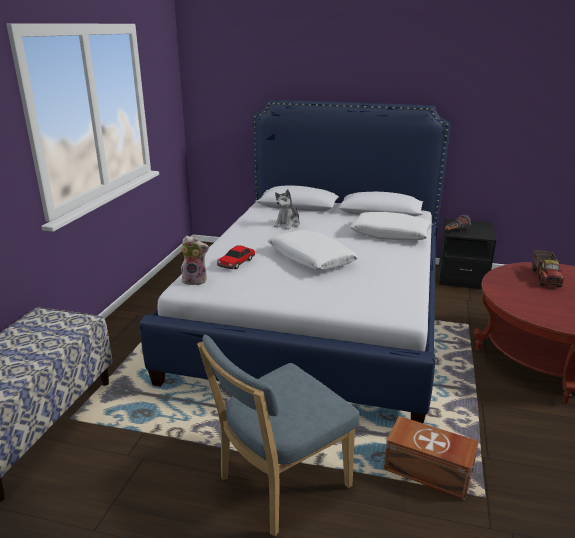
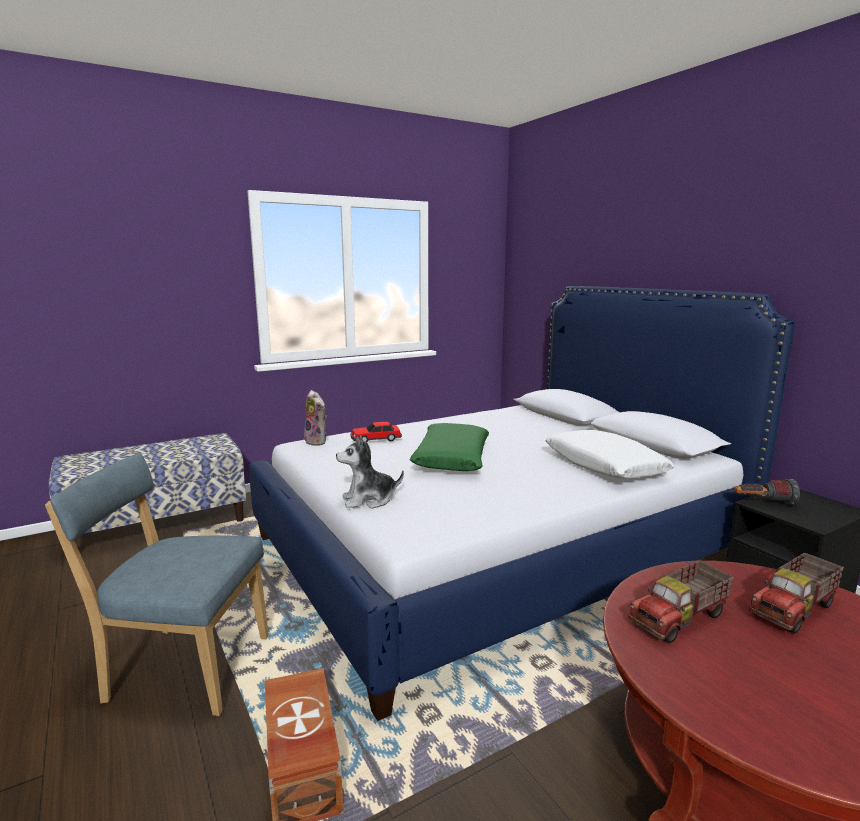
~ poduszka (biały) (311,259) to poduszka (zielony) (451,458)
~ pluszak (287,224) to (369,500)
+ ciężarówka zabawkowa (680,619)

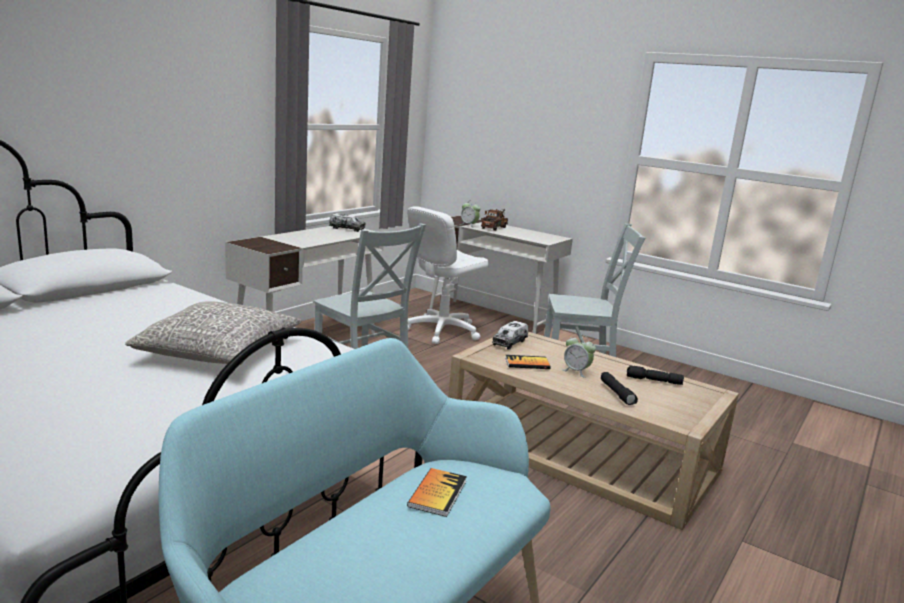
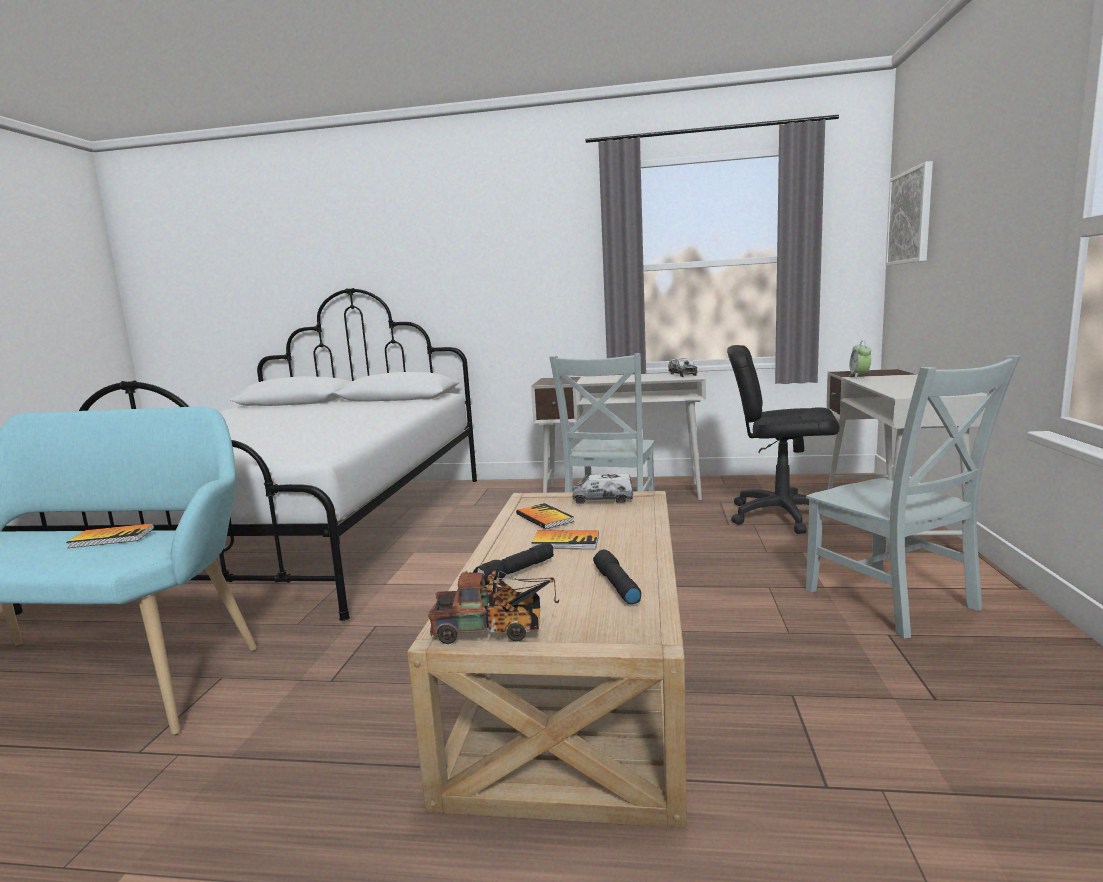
- poduszka (szary) (219,352)
~ krzesło biurowe (biały) (441,331) to krzesło biurowe (czarny) (780,515)
~ ciężarówka zabawkowa (495,227) to (495,630)
~ budzik (576,371) to książka (566,542)
+ obraz (910,217)

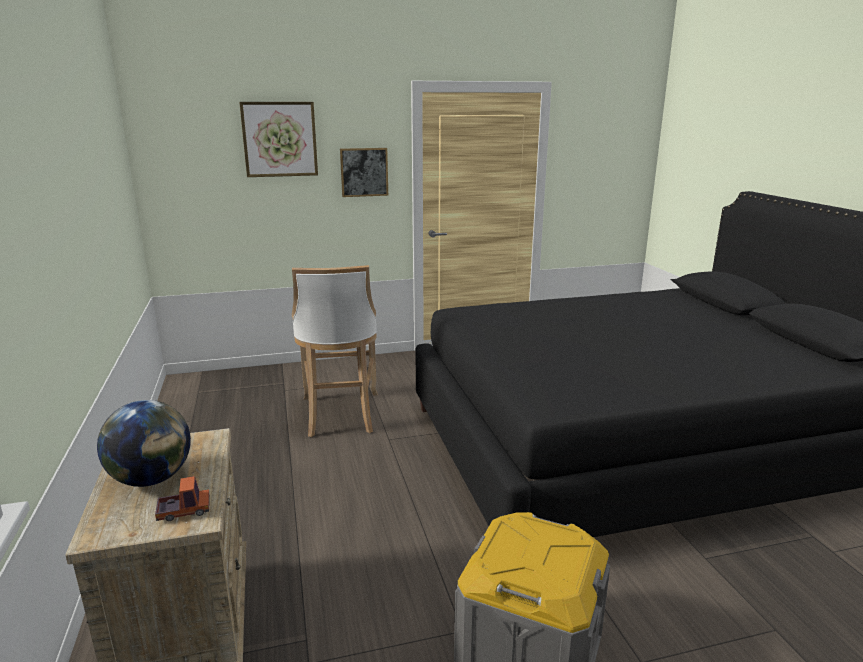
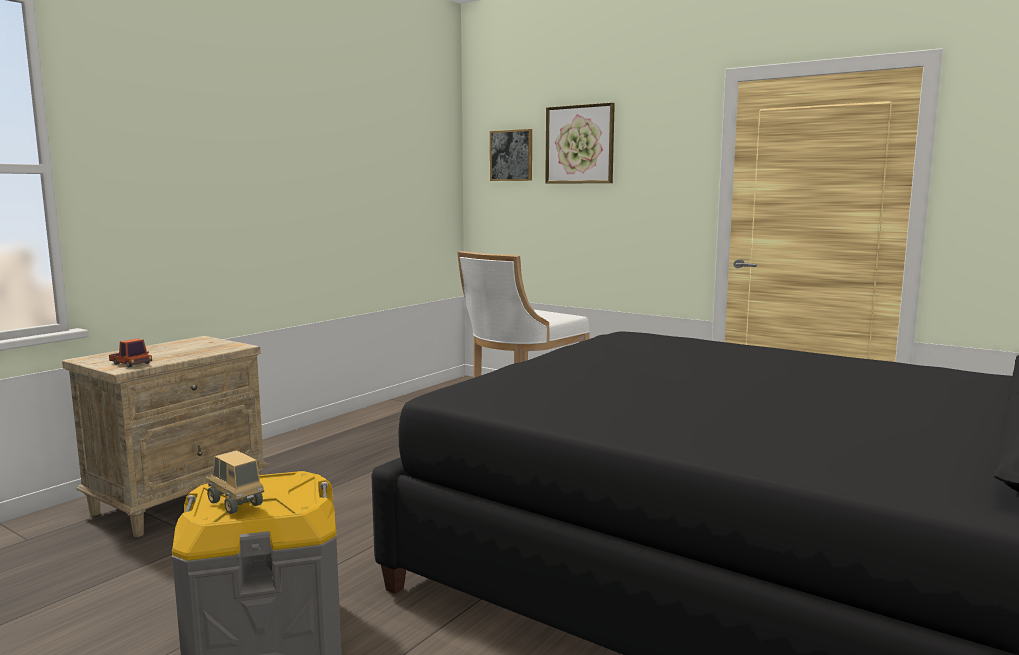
- globus (152,479)
~ obraz (364,172) to (511,155)
+ ciężarówka zabawkowa (235,504)

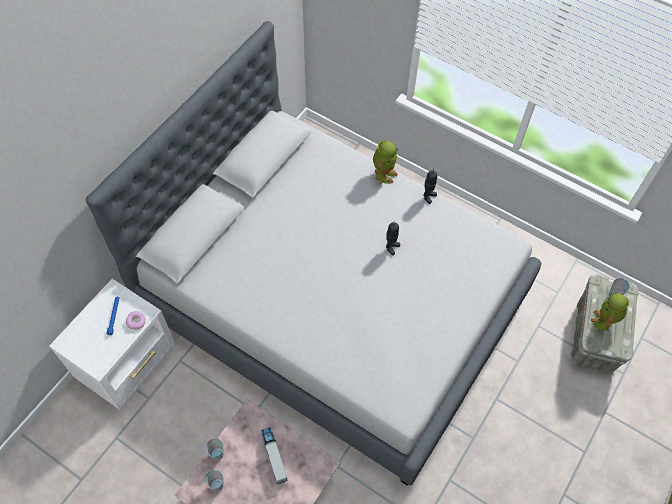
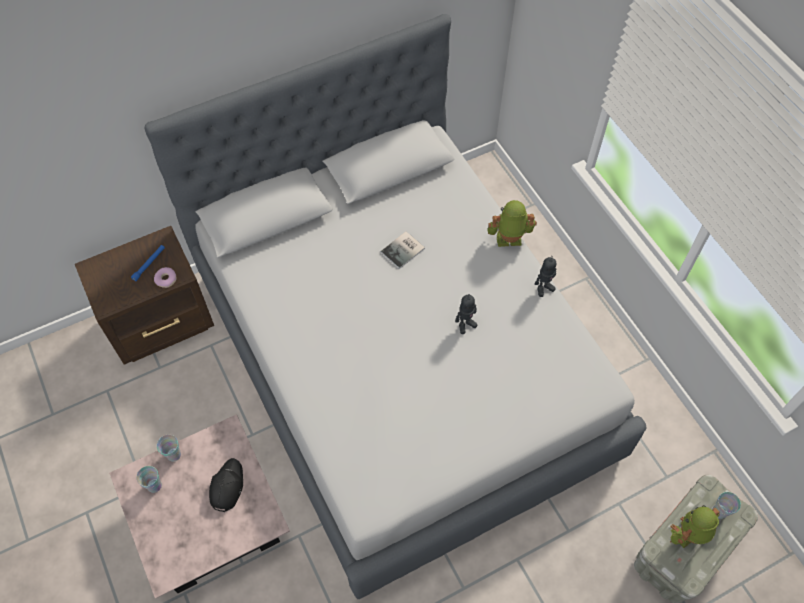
~ szafka nocna (biały) (129,363) to szafka nocna (brązowy) (162,324)
~ ciężarówka zabawkowa (274,456) to czapka z daszkiem (czarny) (226,487)
~ robot zabawkowy (384,174) = (508,241) 150 degrees counterclockwise
+ książka (404,250)

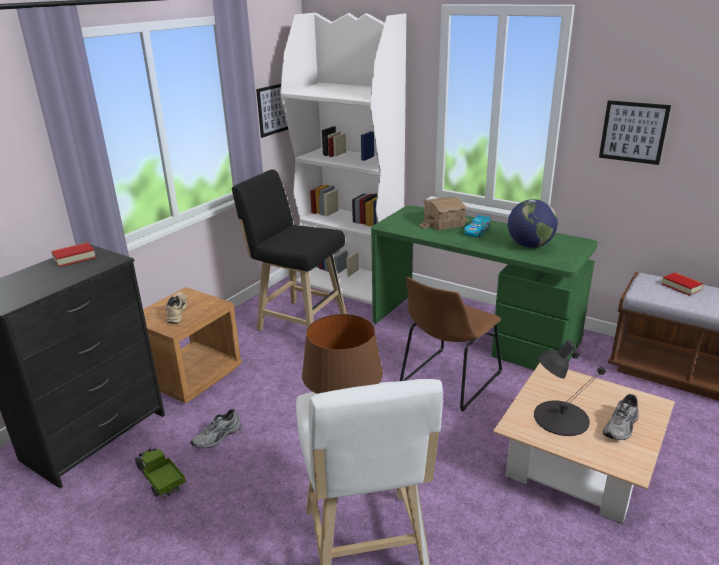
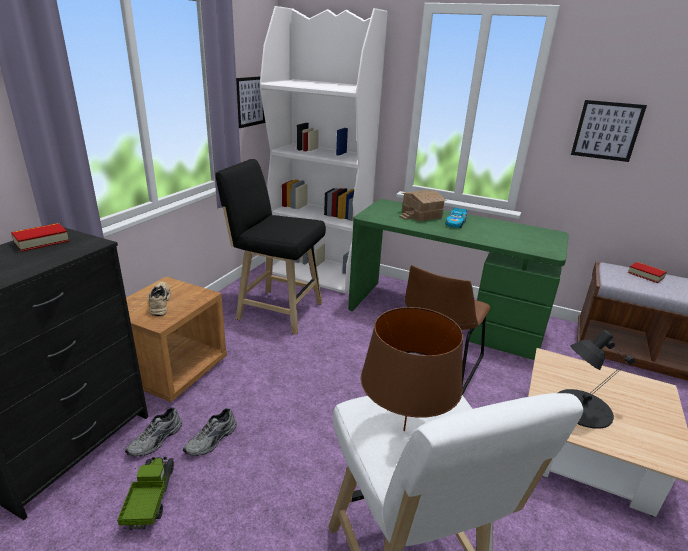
~ ciężarówka zabawkowa (160,480) = (150,499) 45 degrees clockwise
- globus (529,245)
~ but (szary) (622,427) to (157,440)

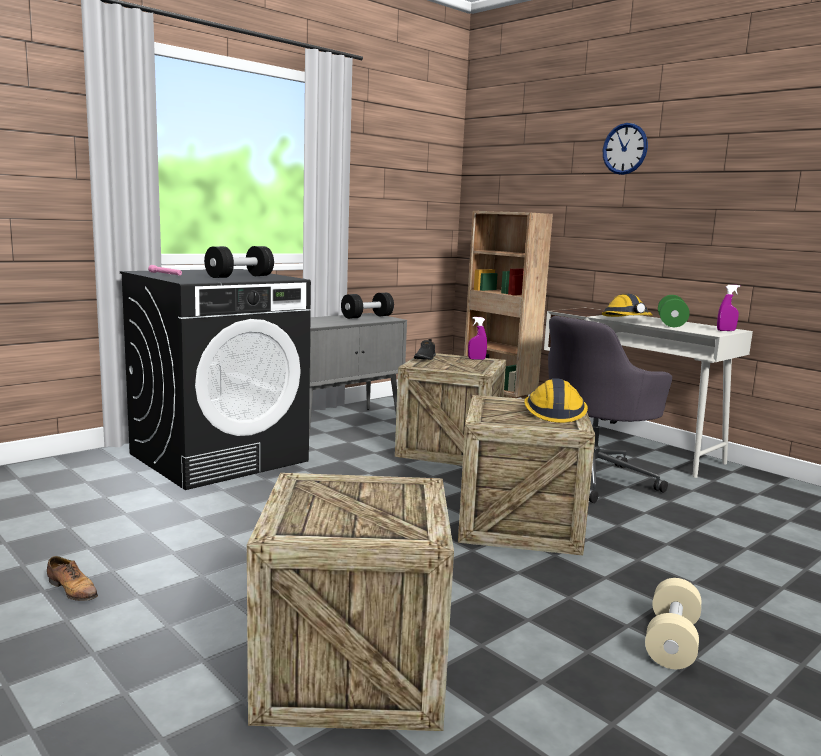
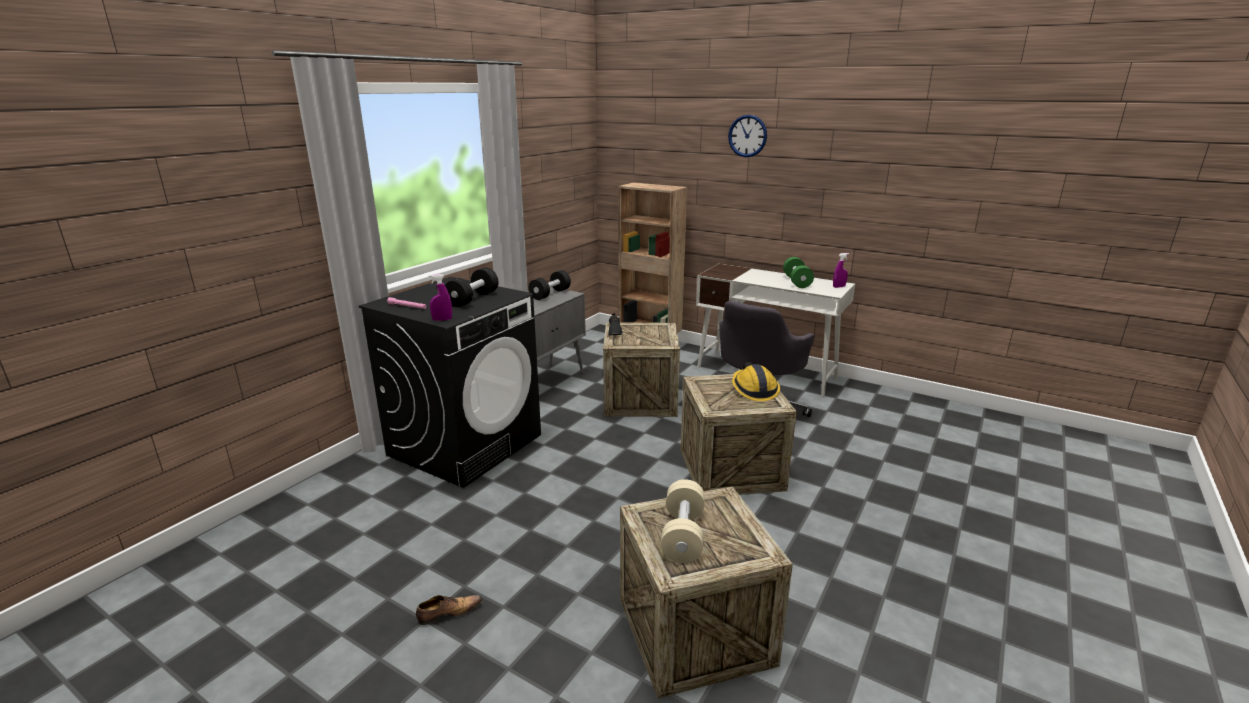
~ but (73,590) = (448,613) 45 degrees counterclockwise
~ spryskiwacz (fioletowy) (476,359) to (442,320)
- kask (626,320)
~ hantel (beżowy) (671,642) to (683,535)

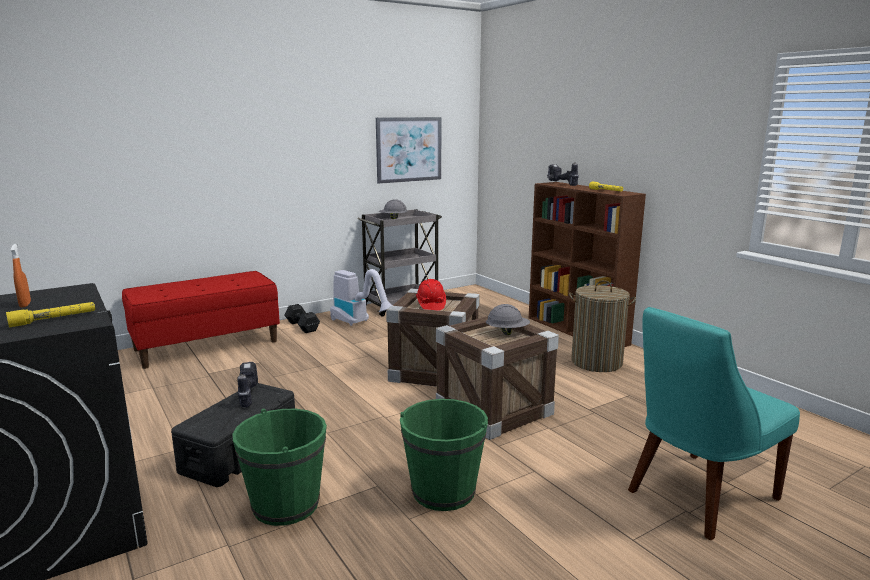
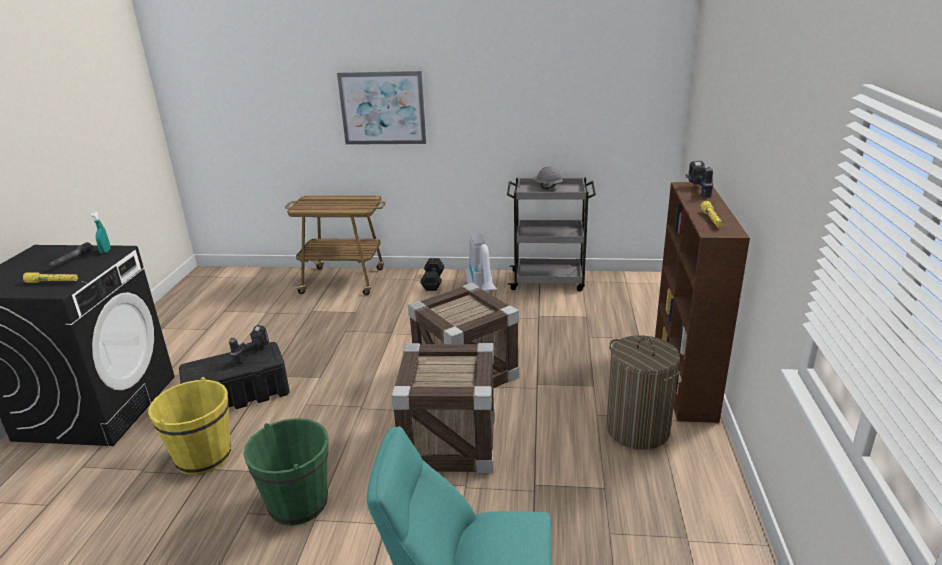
~ spryskiwacz (pomarańczowy) (25,304) to latarka (szary) (71,260)
~ ławka (czerwony) (207,345) to wózek (344,281)
~ wiadro (zielony) (286,505) to wiadro (żółty) (204,456)
~ obraz (409,149) to (382,108)
- kask (czerwony) (431,305)
- kask (szary) (507,332)
+ spryskiwacz (turkusowy) (105,251)

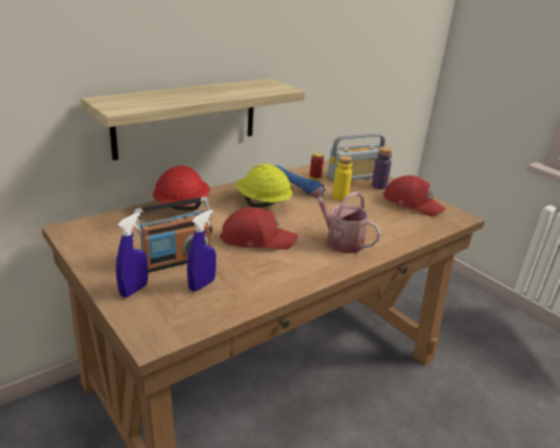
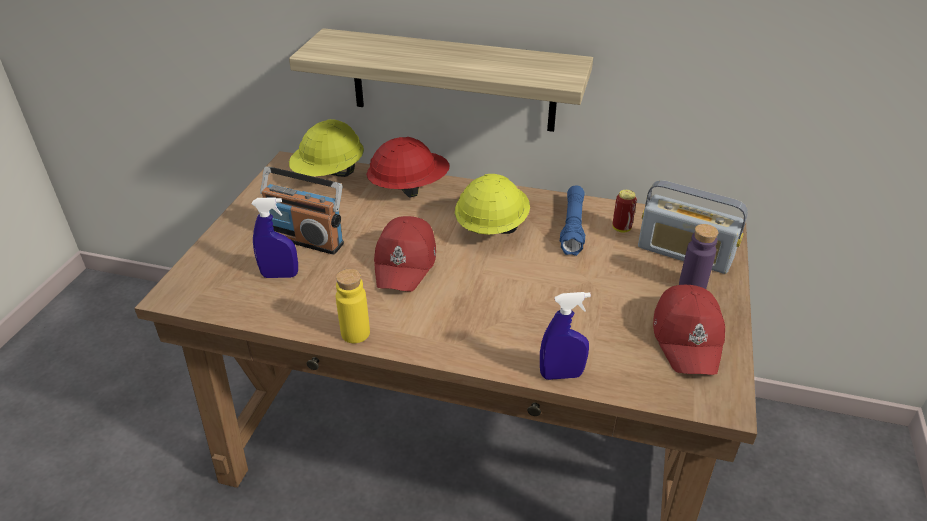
~ spryskiwacz (niebieski) (134,290) to (561,375)
~ czapka z daszkiem (czerwony) (257,239) = (406,262) 45 degrees clockwise
- konewka (340,240)
~ butelka (żółty) (340,197) to (355,333)
+ kask (żółty) (329,174)

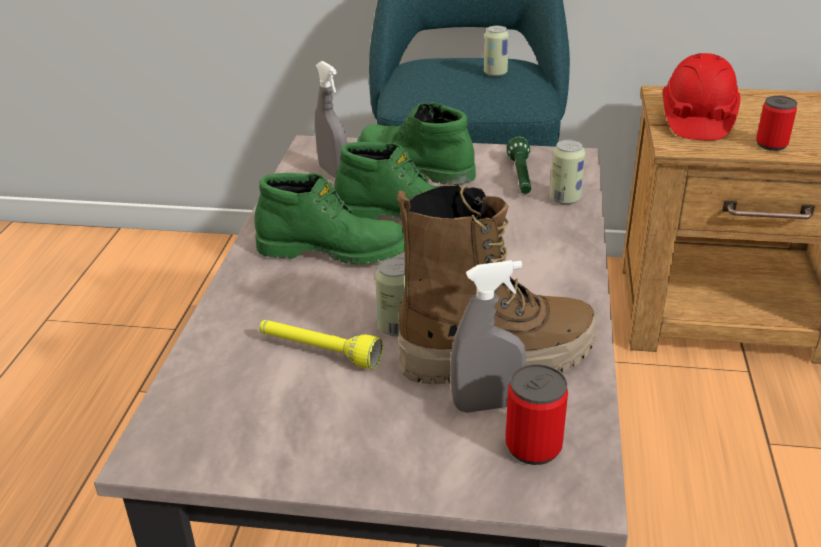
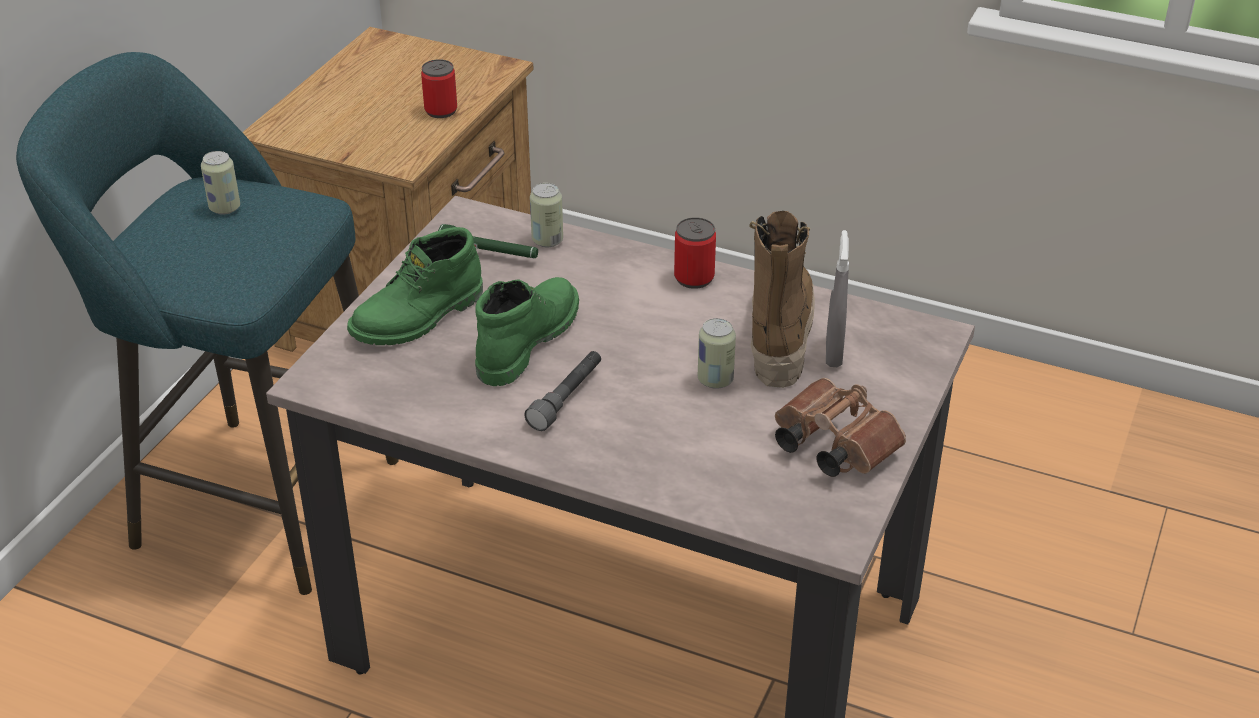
~ but z cholewką (zielony) (334,250) to latarka (szary) (566,398)
- latarka (żółty) (319,352)
- spryskiwacz (szary) (333,172)
~ puszka (533,446) to (694,278)
- kask (czerwony) (696,120)
+ lornetka (brązowy) (830,445)

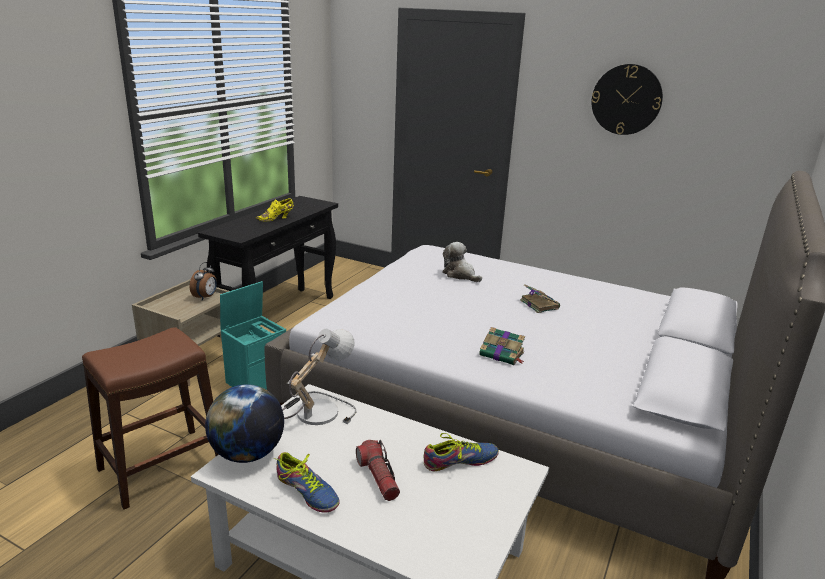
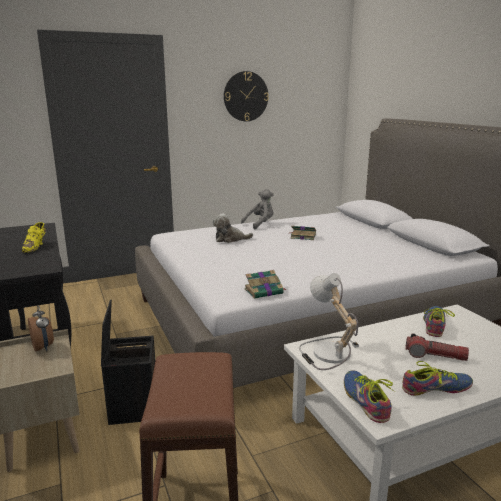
~ globus (247,454) to but (365,400)
~ pojemnik do przechowywania (turkusowy) (257,381) to pojemnik do przechowywania (czarny) (133,405)
~ książka (502,354) to (264,291)
+ pluszak (szary) (260,224)

